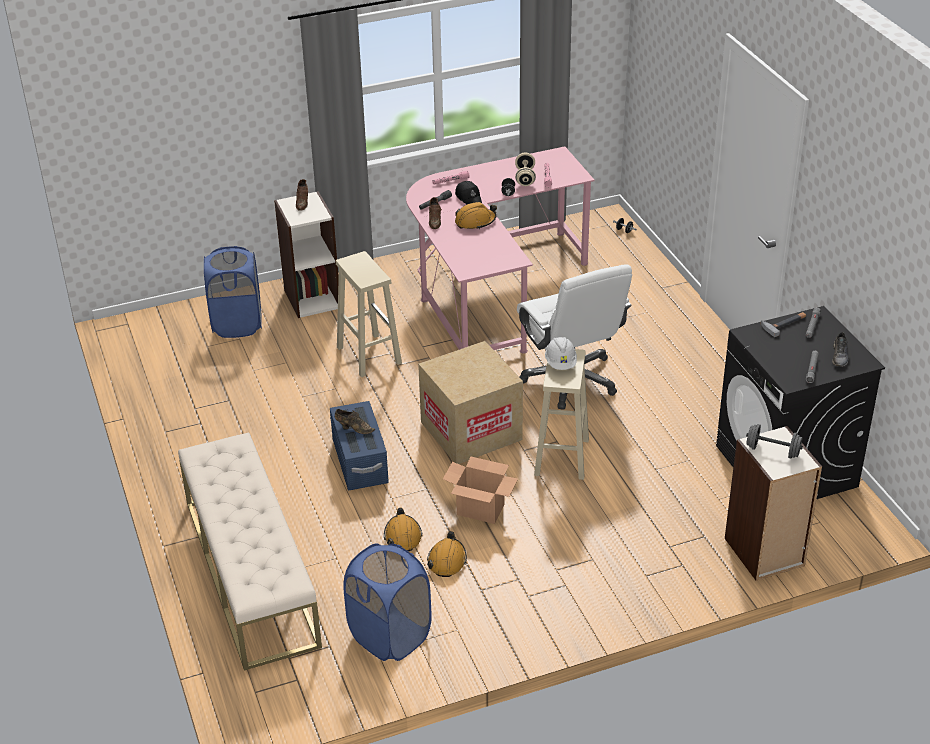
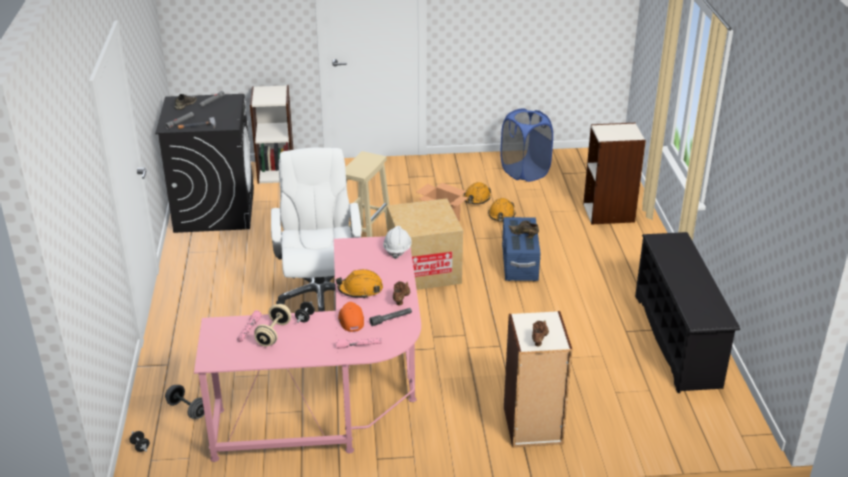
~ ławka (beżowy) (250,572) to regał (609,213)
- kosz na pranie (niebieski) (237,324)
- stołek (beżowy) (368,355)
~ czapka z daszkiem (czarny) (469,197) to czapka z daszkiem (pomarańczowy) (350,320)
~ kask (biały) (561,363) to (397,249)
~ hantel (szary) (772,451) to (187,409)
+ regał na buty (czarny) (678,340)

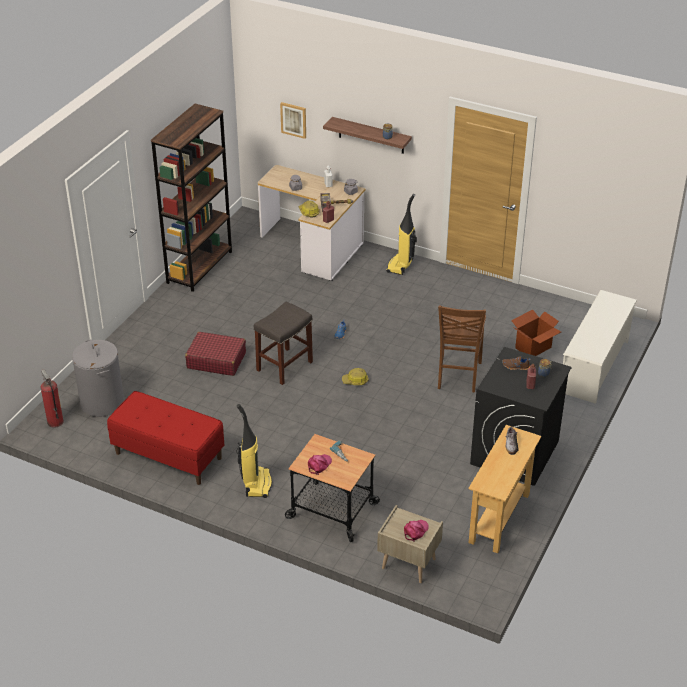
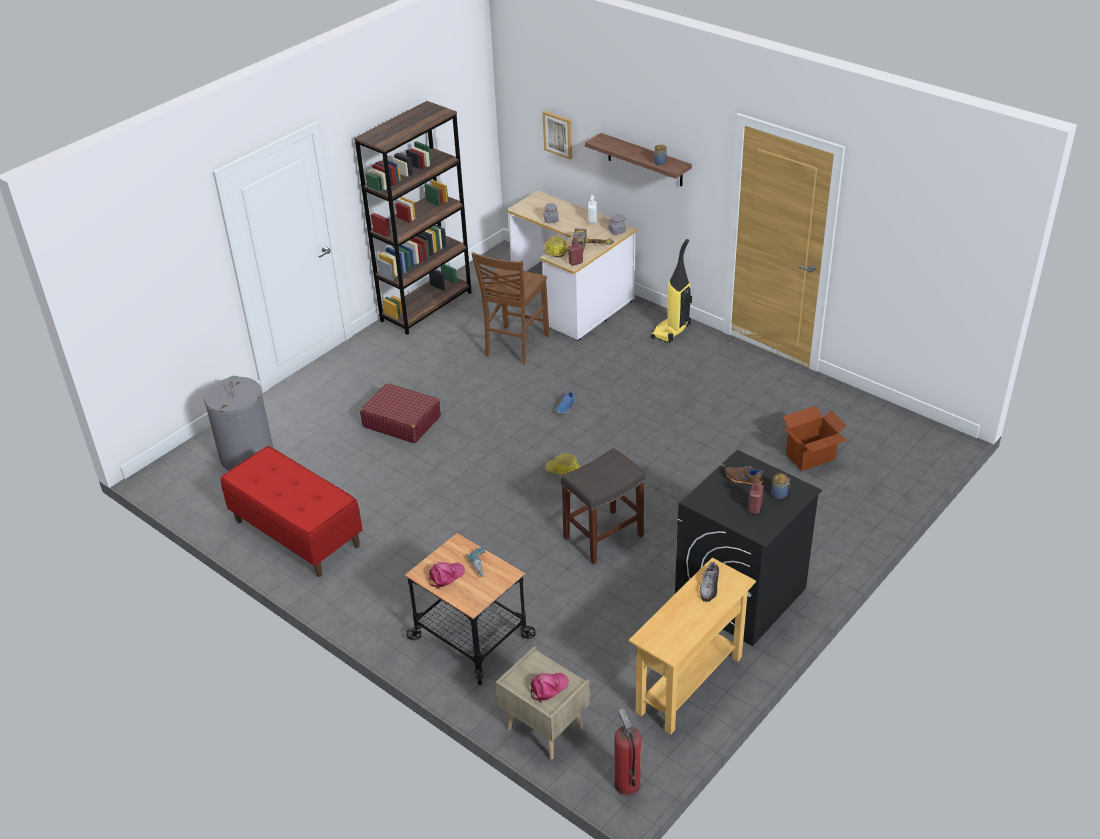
~ gaśnica (55,422) to (627,784)
- odkurzacz (256,483)
~ stołek (szary) (284,366) to (603,537)
~ krzesło (brązowy) (457,376) to (515,346)
- regał na buty (biały) (594,366)

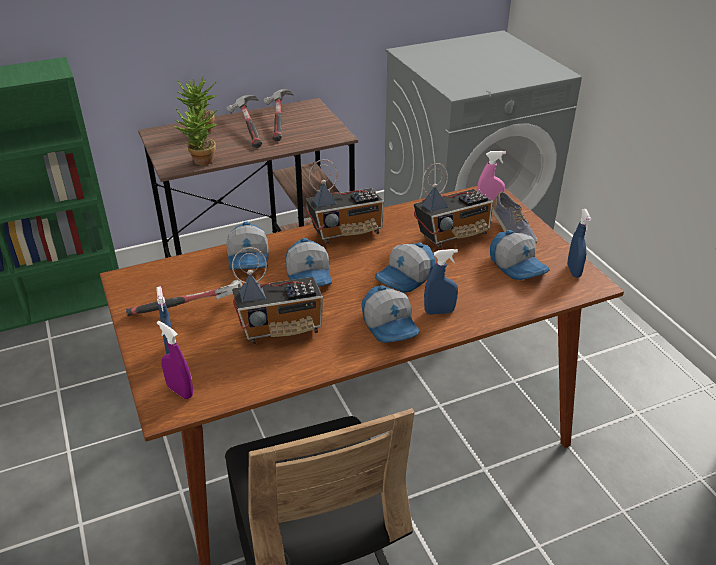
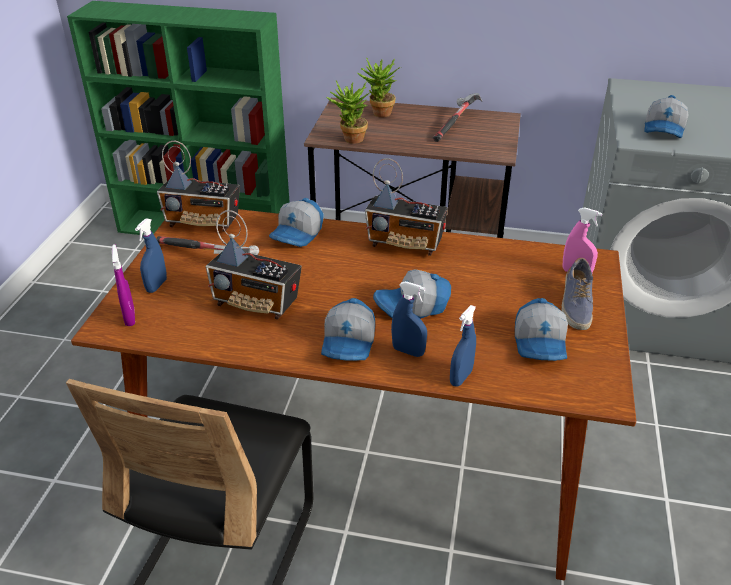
- młotek (249,129)
~ czapka z daszkiem (310,275) to (664,129)
~ radio (453,235) to (203,222)
~ spryskiwacz (niebieski) (573,271) to (461,377)

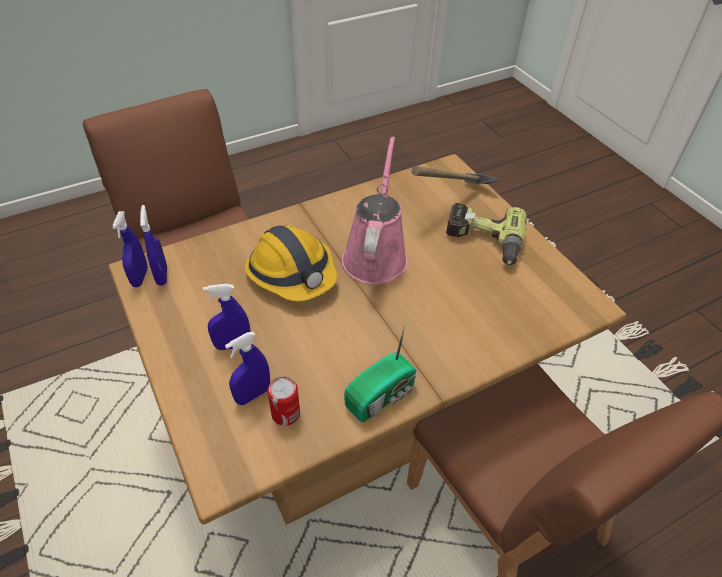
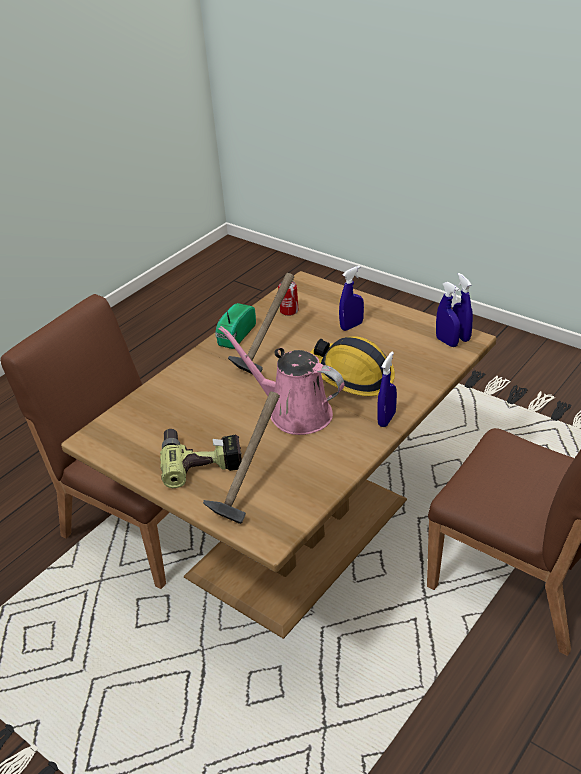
~ spryskiwacz (niebieski) (253,395) to (386,419)
~ konewka (różowy) (375,255) = (294,412) 135 degrees clockwise
+ młotek (266,353)

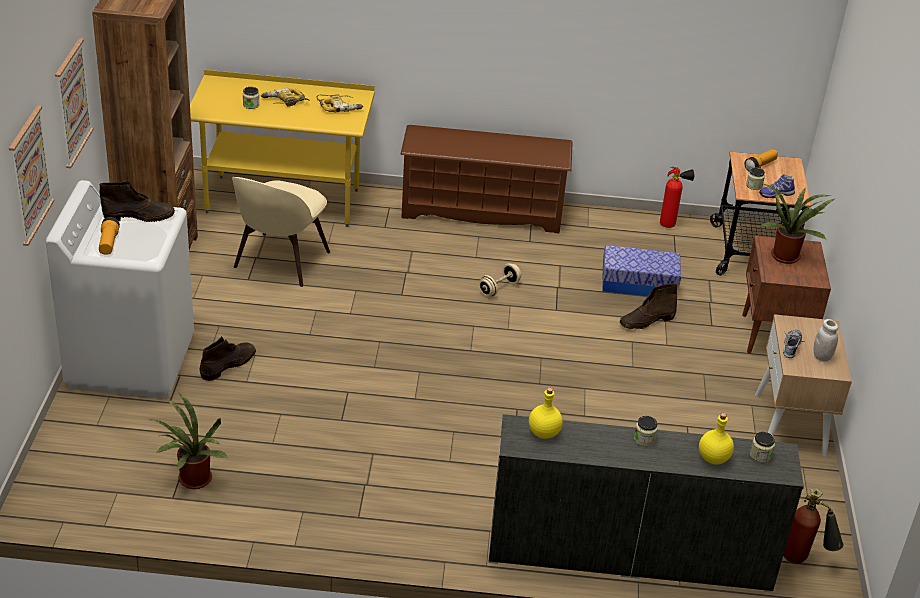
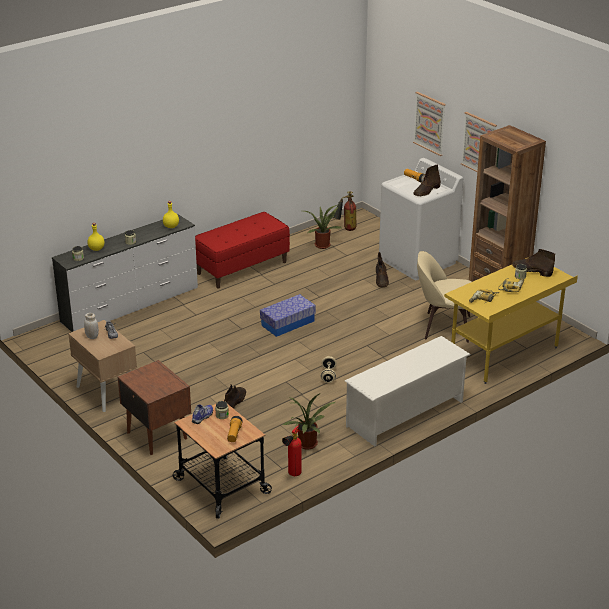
~ krzesło (beżowy) (280,262) = (444,327) 60 degrees counterclockwise
~ regał na buty (brązowy) (482,211) to regał na buty (biały) (405,414)
~ pojemnik do przechowywania (638,284) to (288,323)
~ roślina doniczkowa (786,255) to (307,445)
~ gaśnica (805,559) to (345,229)
+ ławka (czerwony) (242,267)
+ but z cholewką (brązowy) (531,271)

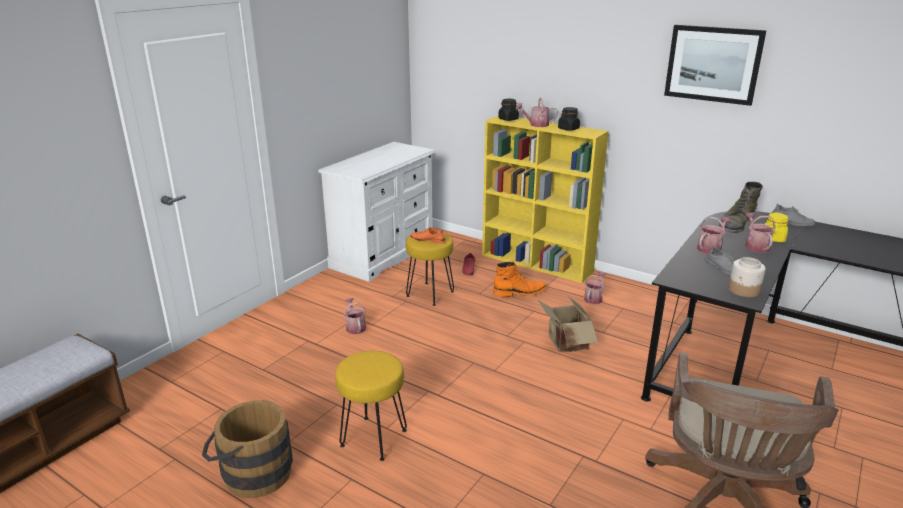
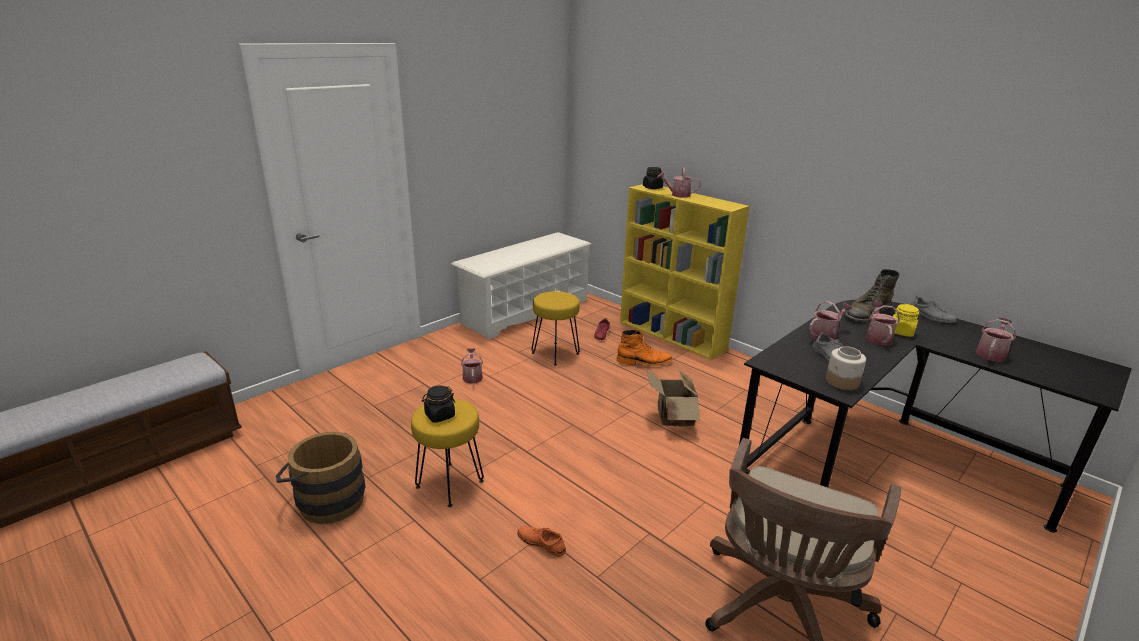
~ komoda (biały) (384,254) to regał na buty (biały) (525,311)
~ but (pomarańczowy) (428,240) to (541,543)
~ słoik (czarny) (568,129) to (439,415)
~ konewka (594,298) to (991,353)
- obraz (713,64)

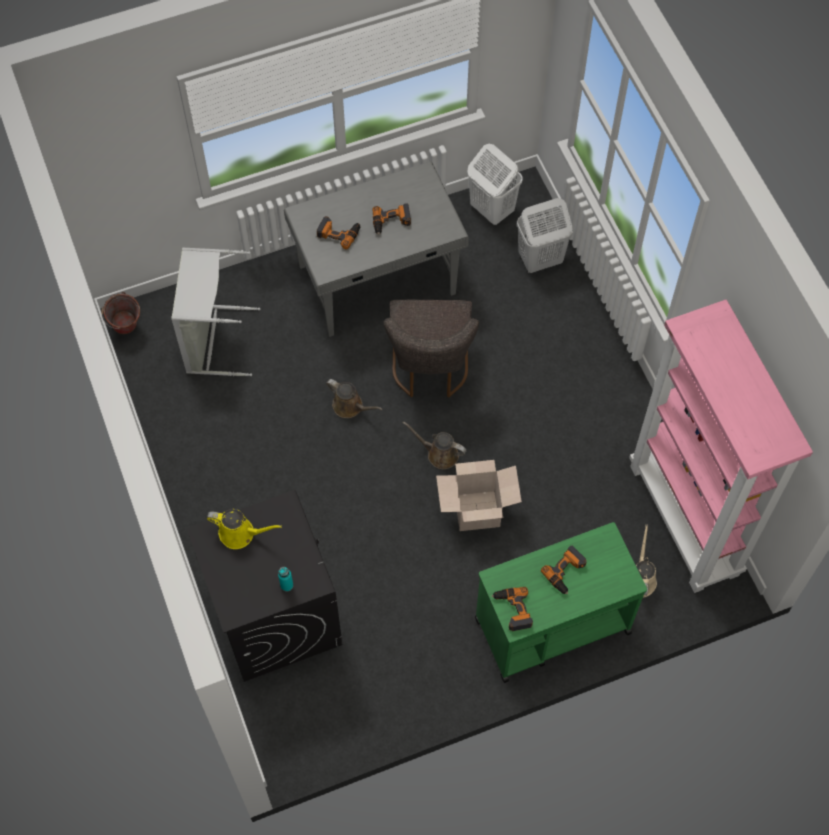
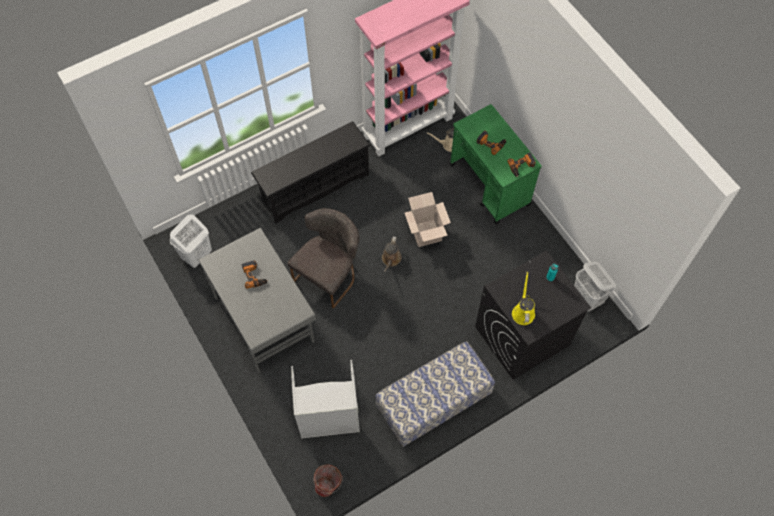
- wiertarka (339,233)
- konewka (brązowy) (350,406)
~ krzesło (szary) (430,369) = (329,275) 45 degrees counterclockwise
~ kosz na pranie (biały) (539,260) to (587,299)
+ regał na buty (czarny) (315,186)
+ ławka (433,403)

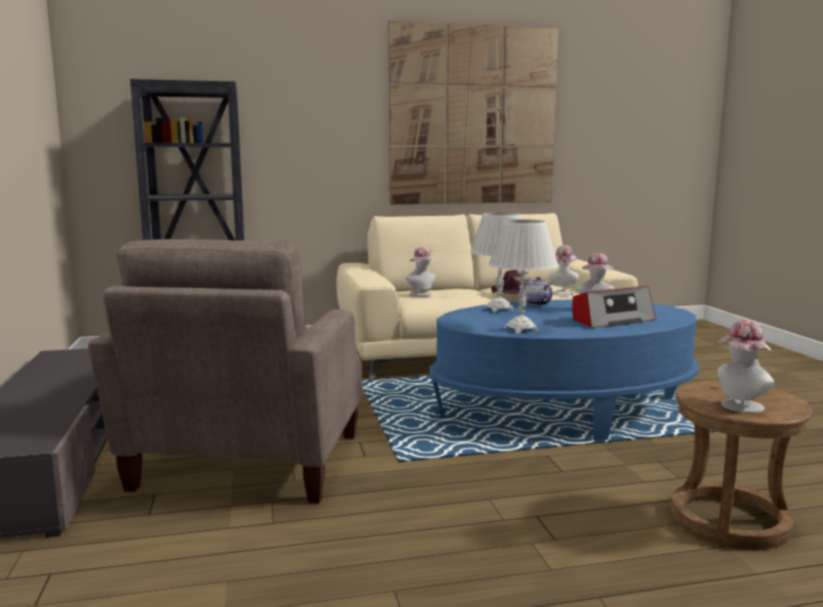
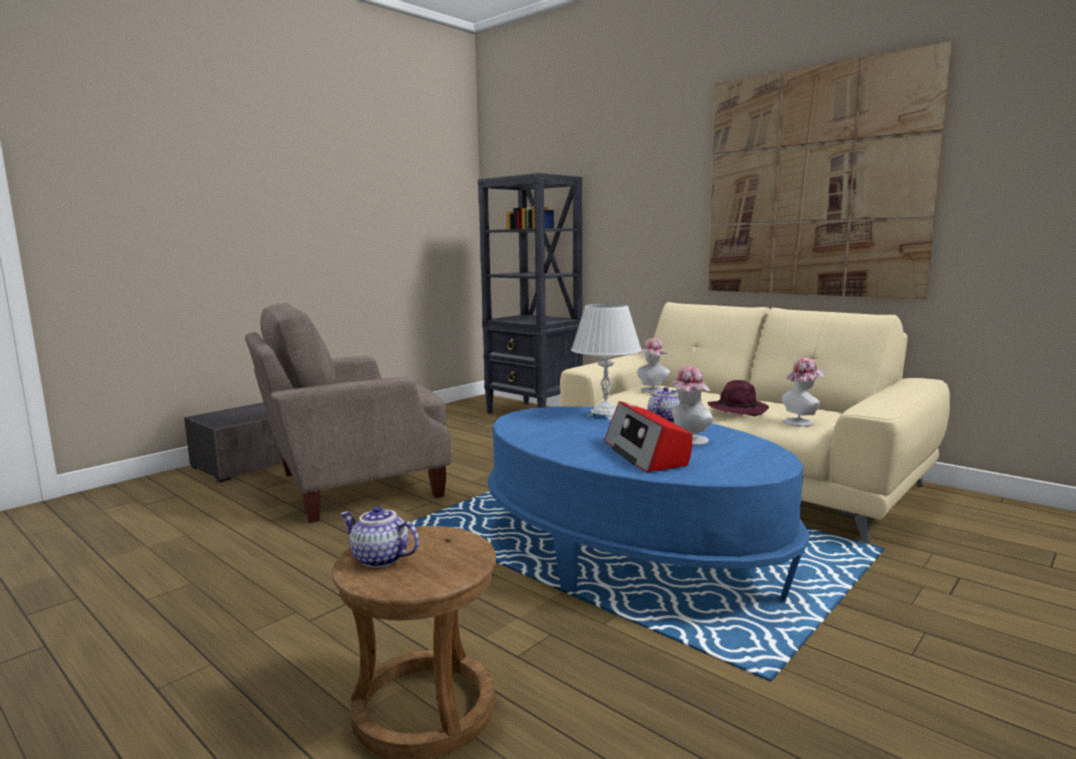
- lampa stołowa (biały) (520,329)
~ radio (611,320) = (646,454) 45 degrees clockwise
~ kapelusz (738,407) to imbryk (379,559)

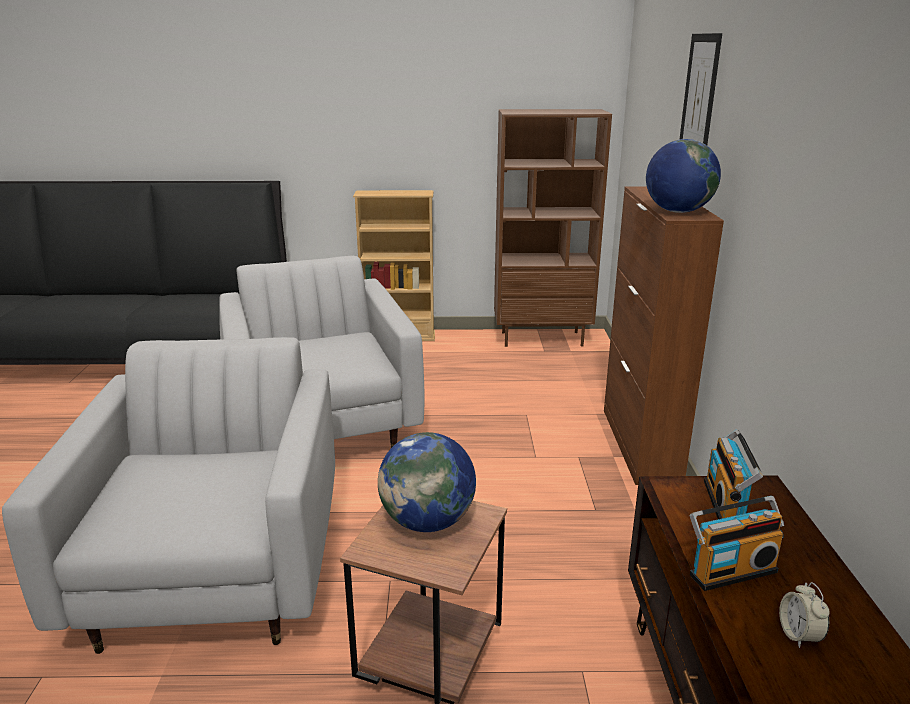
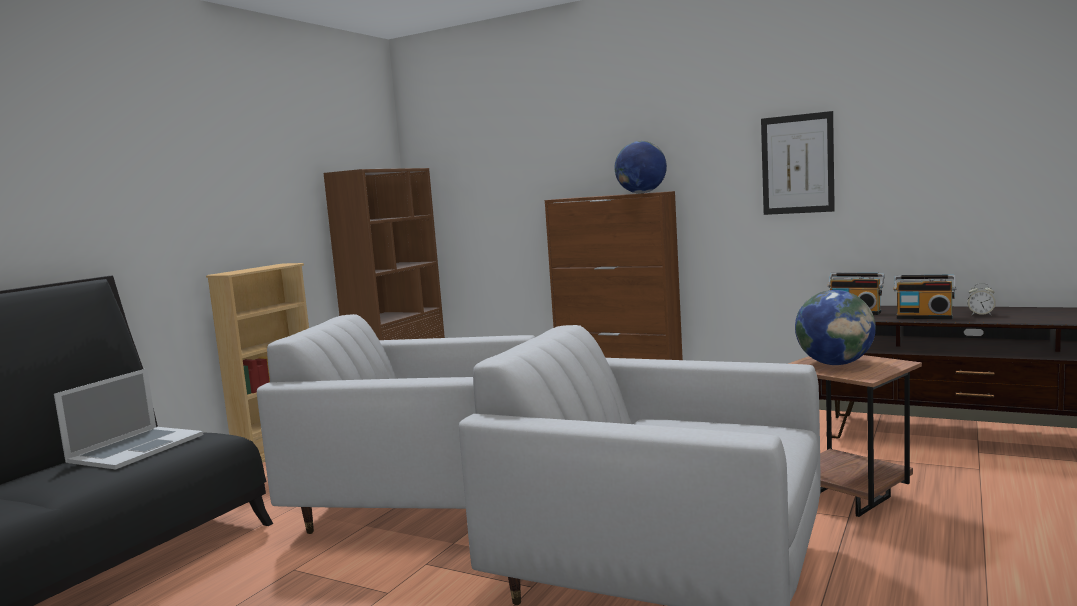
~ obraz (699,96) to (797,164)
~ radio (730,570) = (924,317) 105 degrees clockwise
+ laptop (136,448)

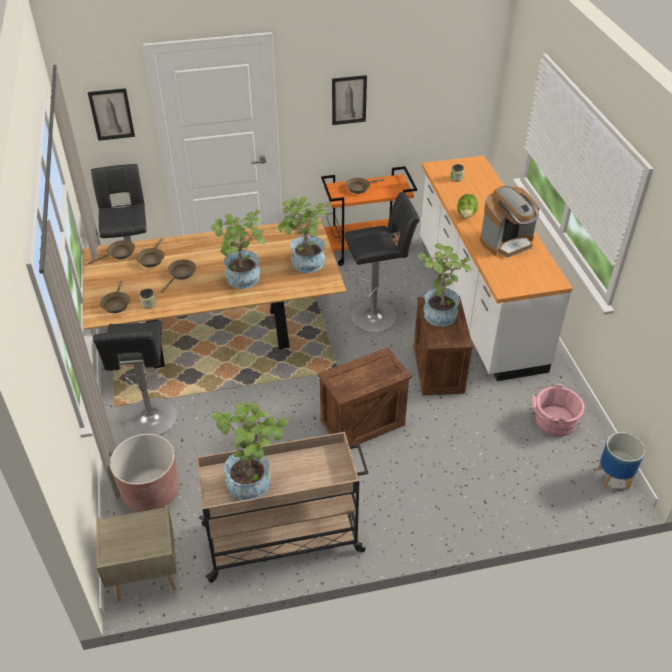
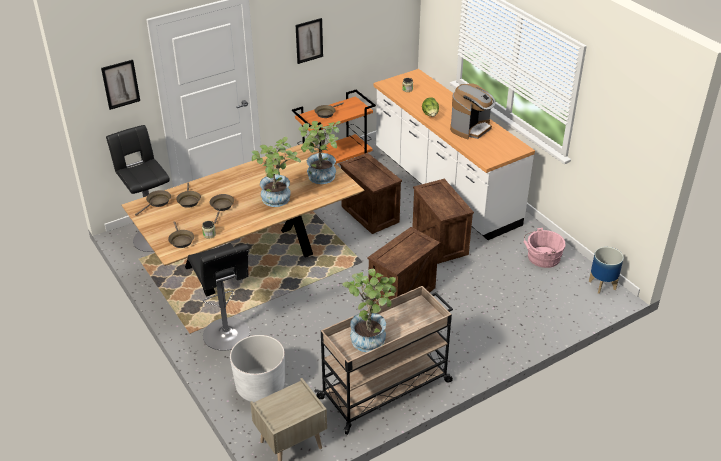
~ donica (brązowy) (151,492) to donica (biały) (260,387)
~ stołek (czarny) (377,315) to skrzynka (371,214)
- roślina doniczkowa (439,311)

